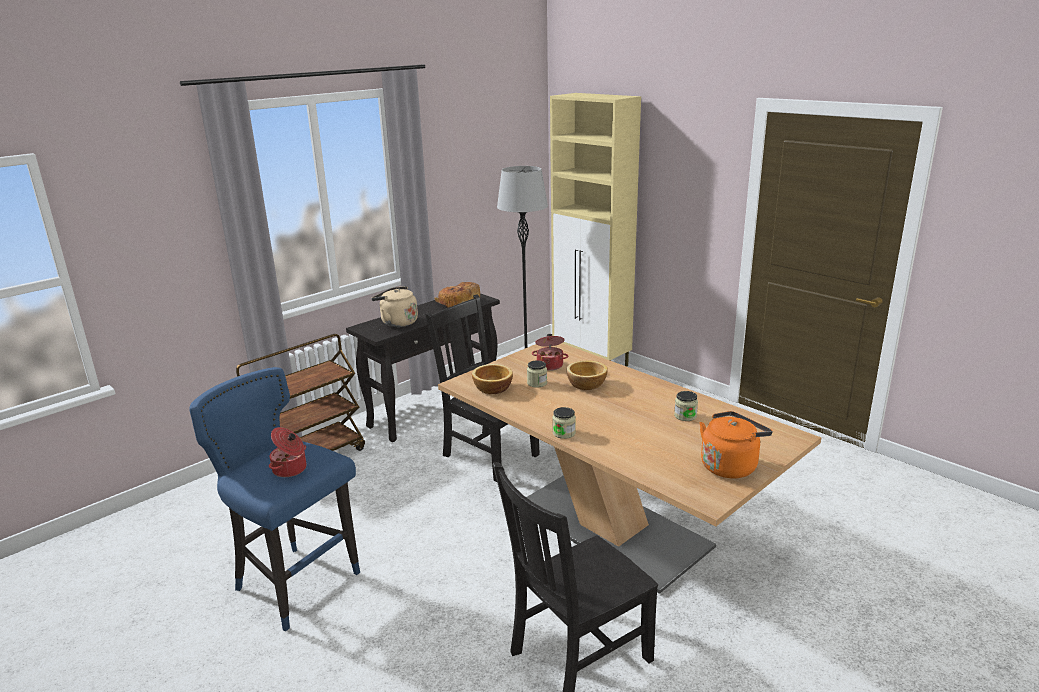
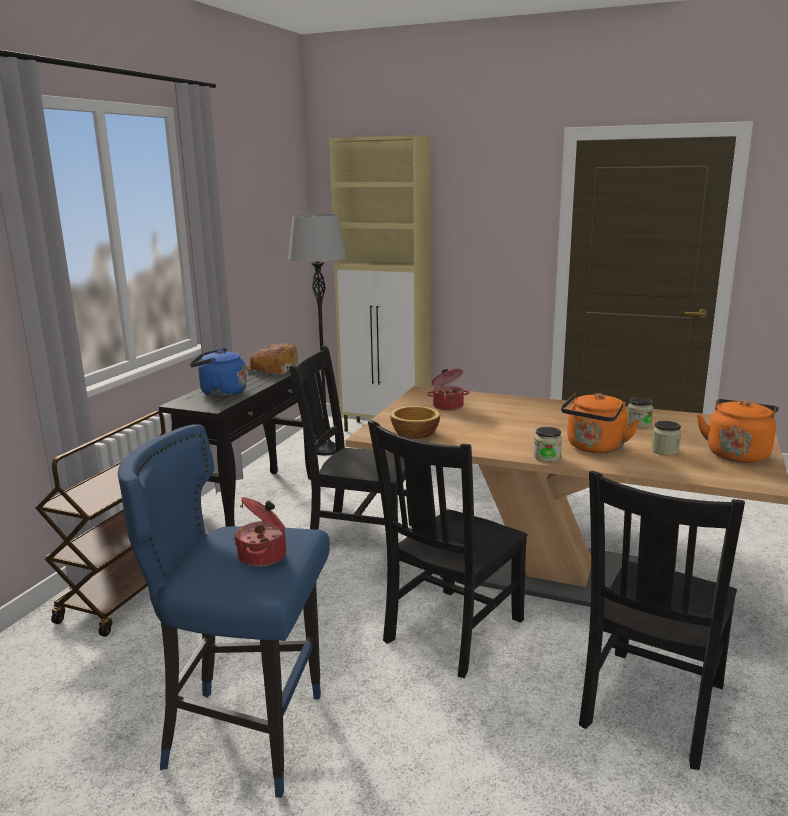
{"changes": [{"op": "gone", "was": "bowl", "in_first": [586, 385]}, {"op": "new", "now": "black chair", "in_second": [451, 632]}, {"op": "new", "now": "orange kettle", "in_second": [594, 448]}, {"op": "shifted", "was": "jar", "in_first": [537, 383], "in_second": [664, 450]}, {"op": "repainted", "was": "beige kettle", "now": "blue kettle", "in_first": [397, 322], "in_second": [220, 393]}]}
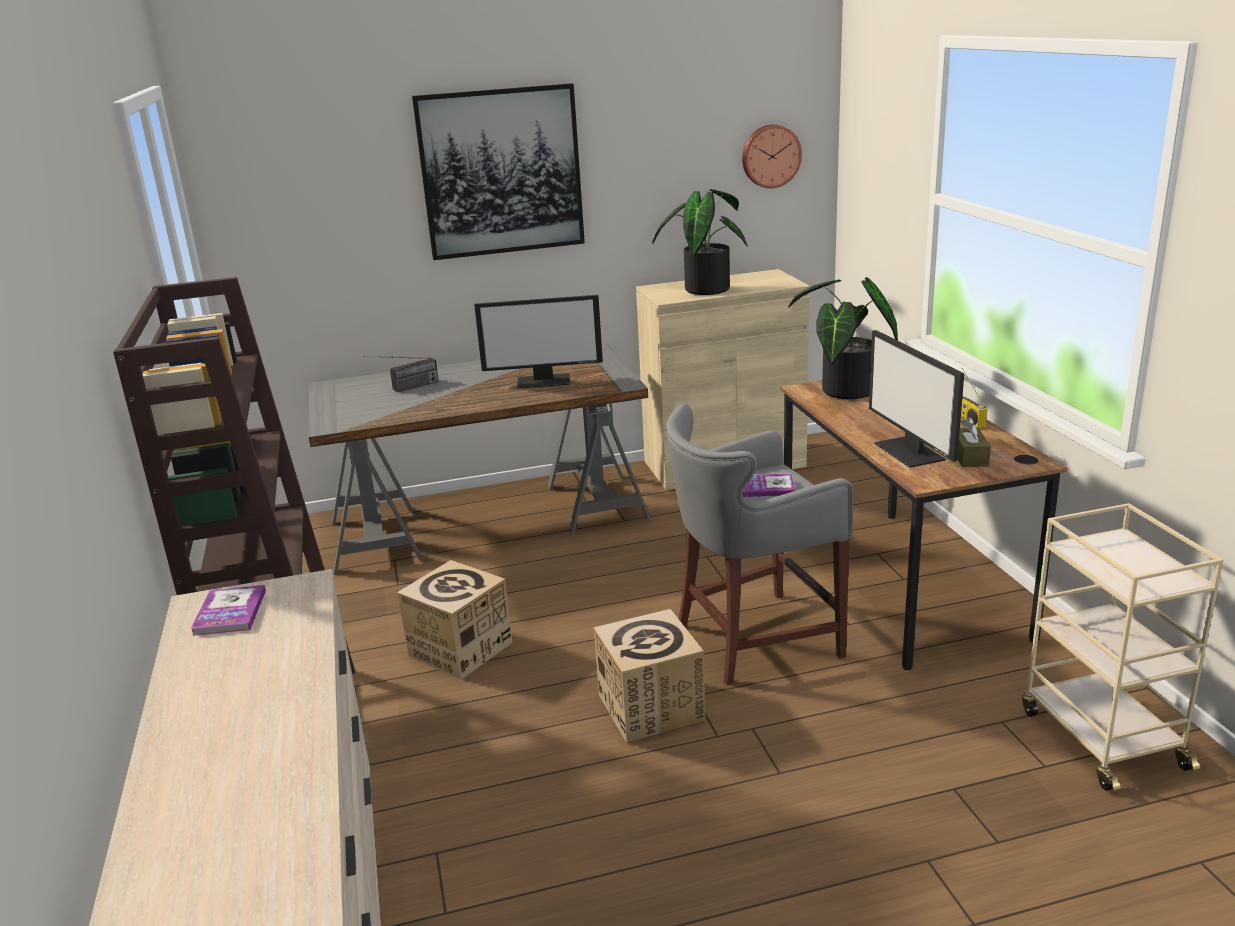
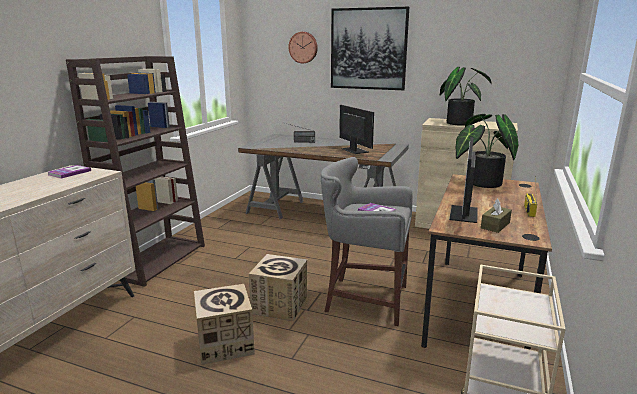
{"changes": [{"op": "shifted", "was": "cardboard box", "in_first": [460, 649], "in_second": [225, 343]}, {"op": "shifted", "was": "wall clock", "in_first": [770, 156], "in_second": [303, 47]}, {"op": "rotated", "was": "monitor", "in_first": [544, 380], "in_second": [354, 150], "clockwise": -150}]}
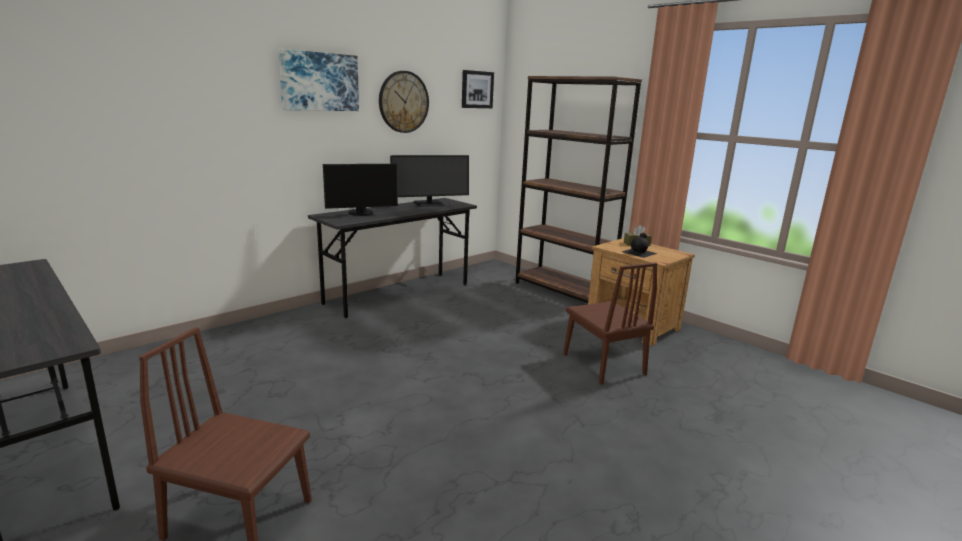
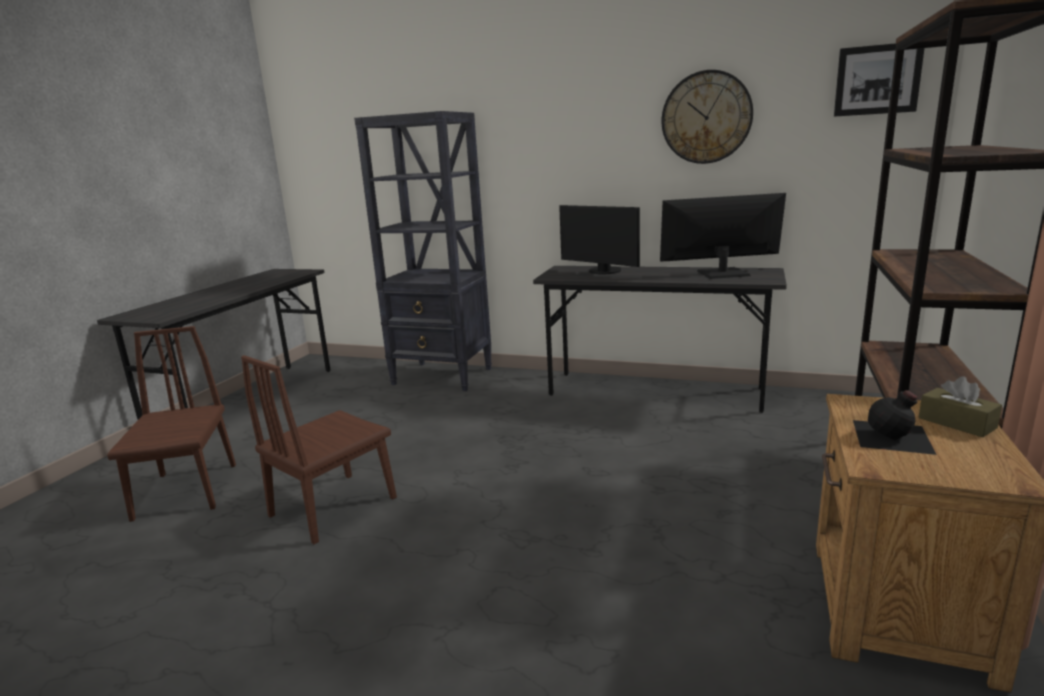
{"changes": [{"op": "gone", "was": "picture", "in_first": [319, 81]}, {"op": "new", "now": "black bookcase", "in_second": [443, 376]}, {"op": "shifted", "was": "brown chair", "in_first": [603, 364], "in_second": [333, 506]}, {"op": "rotated", "was": "monitor", "in_first": [429, 204], "in_second": [722, 273], "clockwise": 135}]}
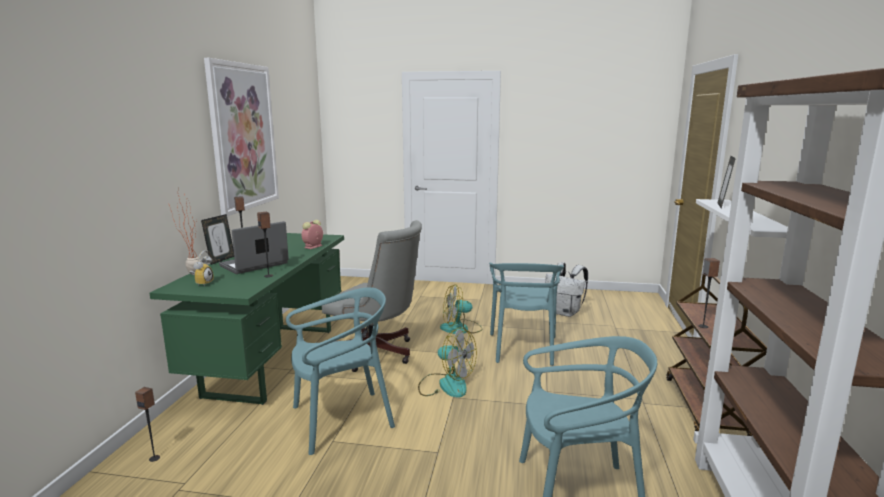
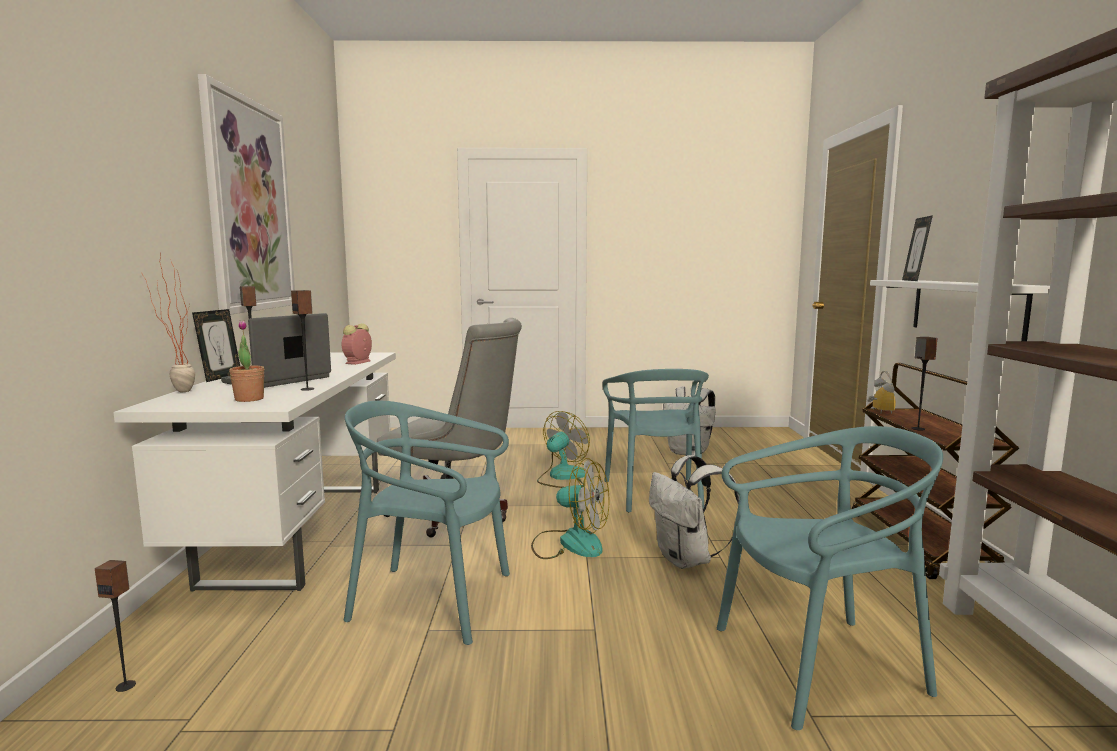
{"changes": [{"op": "new", "now": "potted plant", "in_second": [249, 399]}, {"op": "new", "now": "white backpack", "in_second": [687, 560]}, {"op": "shifted", "was": "alarm clock", "in_first": [202, 283], "in_second": [878, 411]}, {"op": "repainted", "was": "green desk", "now": "white desk", "in_first": [273, 359], "in_second": [300, 531]}, {"op": "rotated", "was": "turquoise chair", "in_first": [341, 420], "in_second": [432, 600], "clockwise": -135}, {"op": "rotated", "was": "fan", "in_first": [461, 329], "in_second": [562, 477], "clockwise": 150}]}
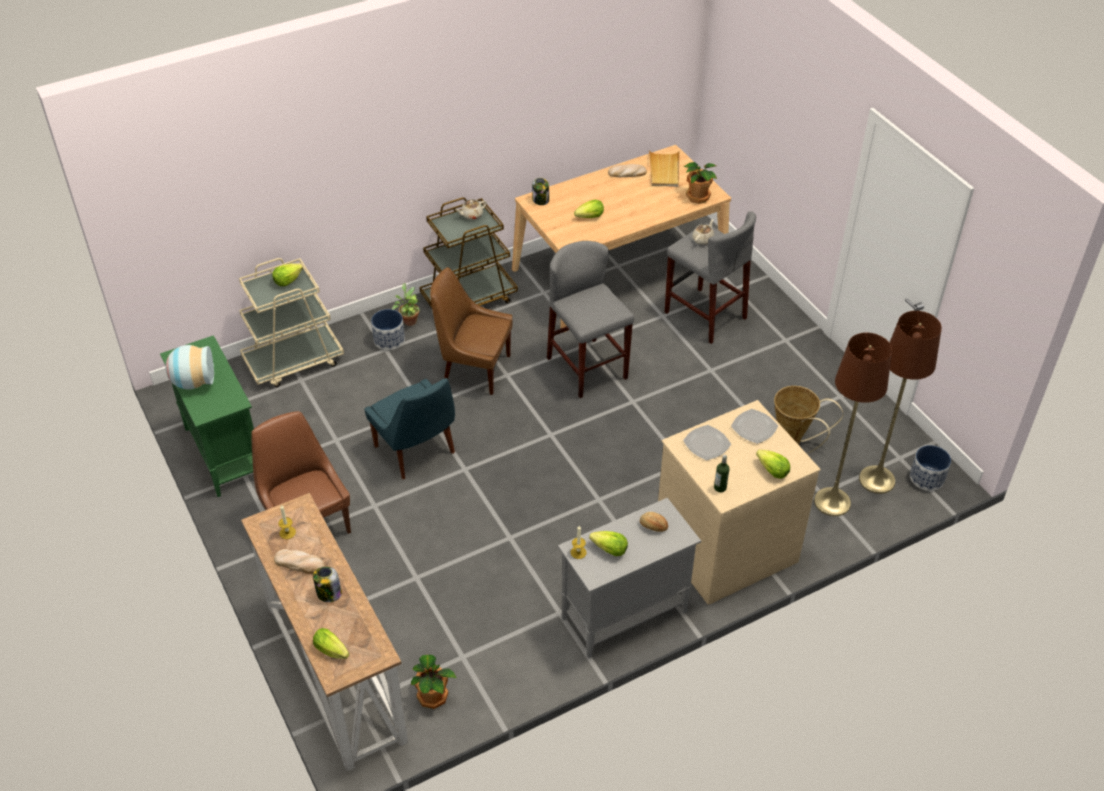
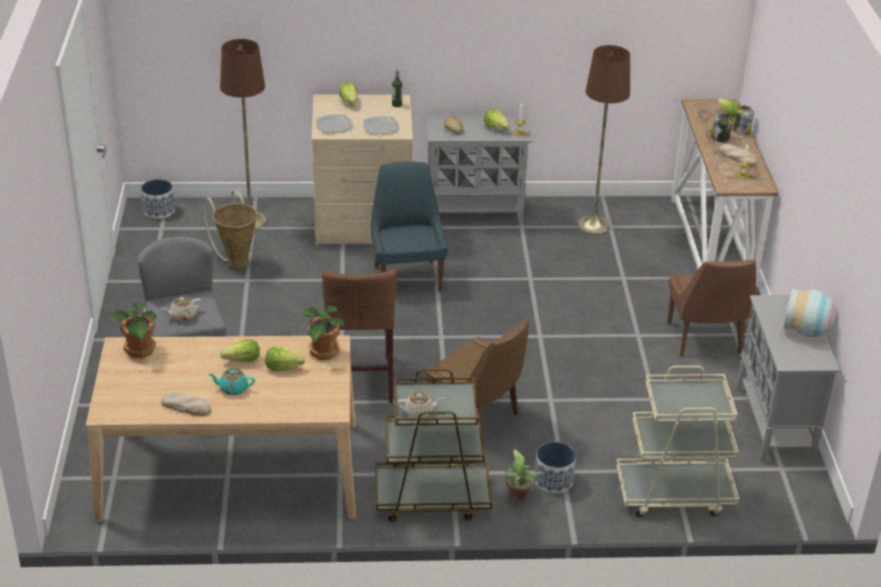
{"changes": [{"op": "gone", "was": "beige tray", "in_first": [664, 170]}, {"op": "new", "now": "turquoise teapot", "in_second": [233, 389]}, {"op": "shifted", "was": "lettuce", "in_first": [287, 281], "in_second": [243, 360]}, {"op": "shifted", "was": "blue chair", "in_first": [416, 451], "in_second": [407, 277]}, {"op": "shifted", "was": "potted plant", "in_first": [433, 696], "in_second": [323, 352]}, {"op": "shifted", "was": "jar", "in_first": [541, 200], "in_second": [741, 131]}, {"op": "shifted", "was": "brown floor lamp", "in_first": [877, 479], "in_second": [593, 225]}, {"op": "repainted", "was": "green cabinet", "now": "grey cabinet", "in_first": [223, 453], "in_second": [775, 424]}, {"op": "repainted", "was": "grey stool", "now": "brown stool", "in_first": [587, 368], "in_second": [359, 379]}]}
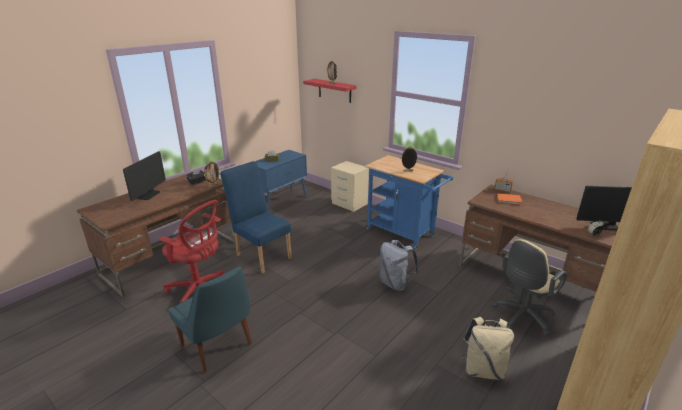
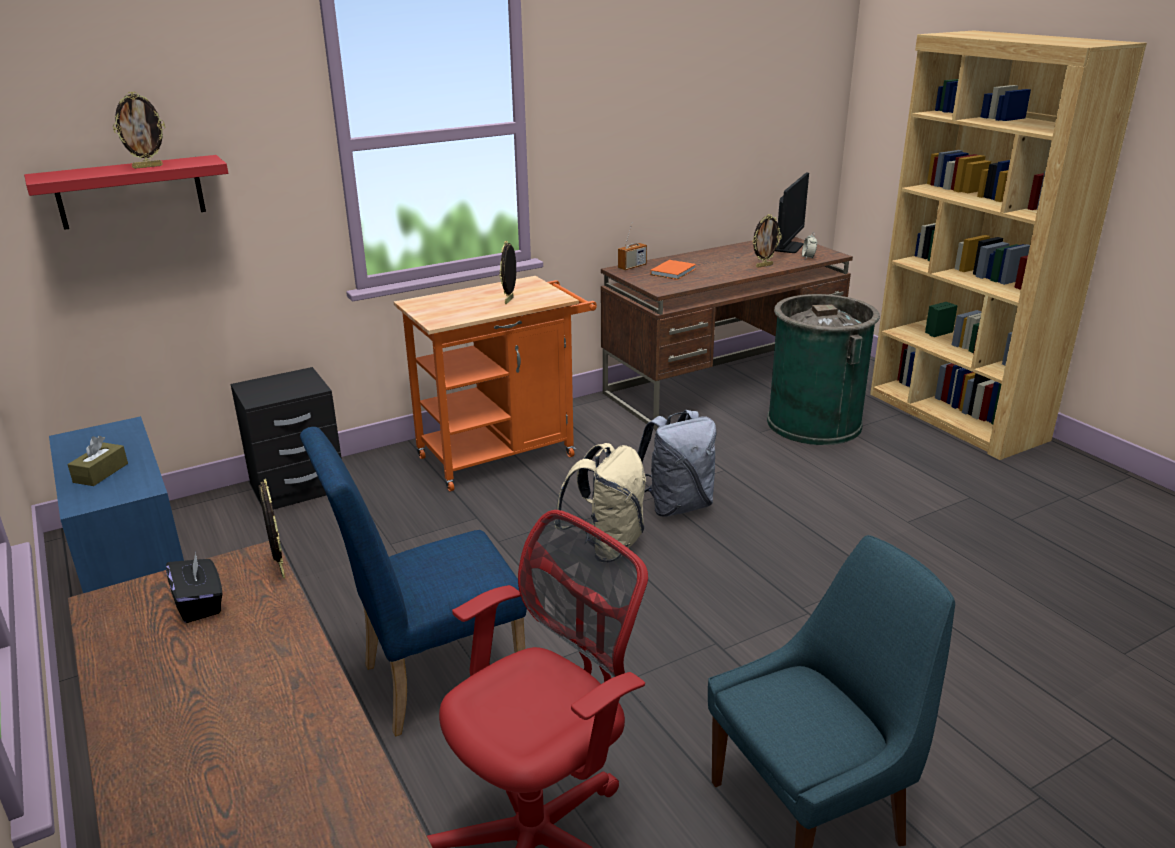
{"changes": [{"op": "gone", "was": "monitor", "in_first": [148, 195]}, {"op": "new", "now": "picture frame", "in_second": [764, 266]}, {"op": "shifted", "was": "beige backpack", "in_first": [483, 369], "in_second": [606, 546]}, {"op": "swapped", "was": "beige office chair", "now": "green trash can", "in_first": [521, 317], "in_second": [814, 423]}, {"op": "repainted", "was": "beige nightstand", "now": "black nightstand", "in_first": [349, 203], "in_second": [297, 487]}, {"op": "repainted", "was": "blue cart", "now": "orange cart", "in_first": [403, 234], "in_second": [505, 453]}]}
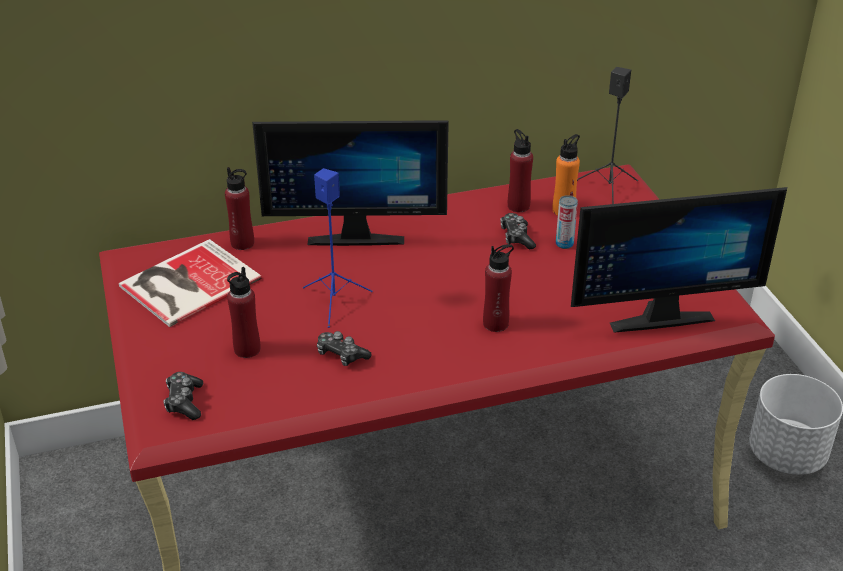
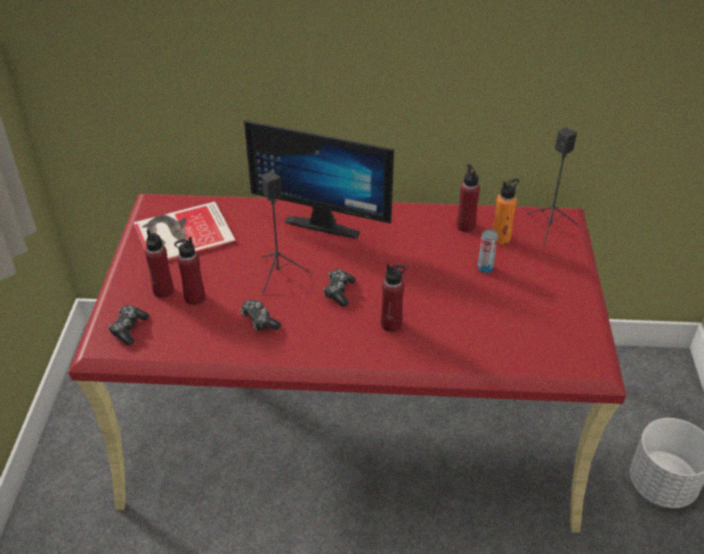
{"changes": [{"op": "gone", "was": "monitor", "in_first": [657, 314]}, {"op": "shifted", "was": "red bottle", "in_first": [242, 243], "in_second": [163, 291]}, {"op": "shifted", "was": "game controller", "in_first": [516, 237], "in_second": [339, 291]}, {"op": "repainted", "was": "blue speaker", "now": "black speaker", "in_first": [335, 301], "in_second": [279, 274]}]}
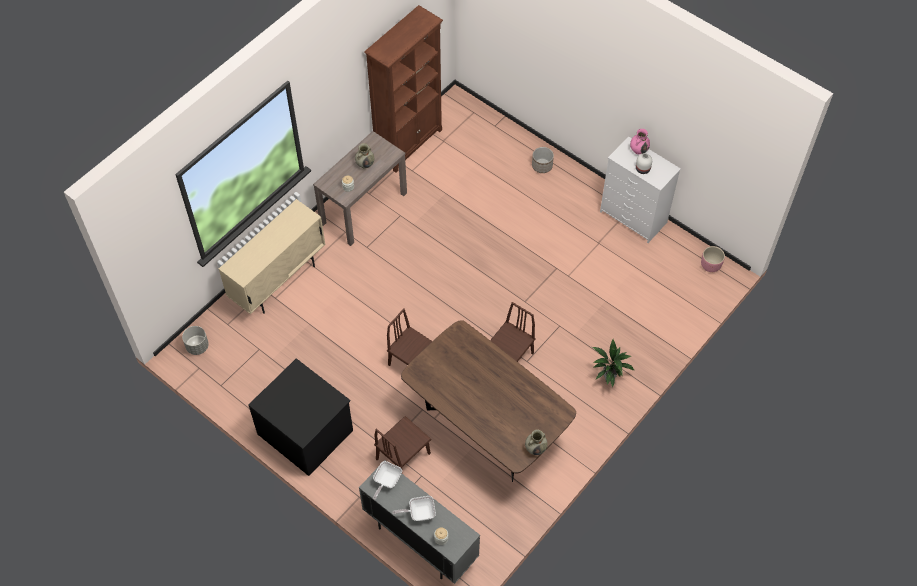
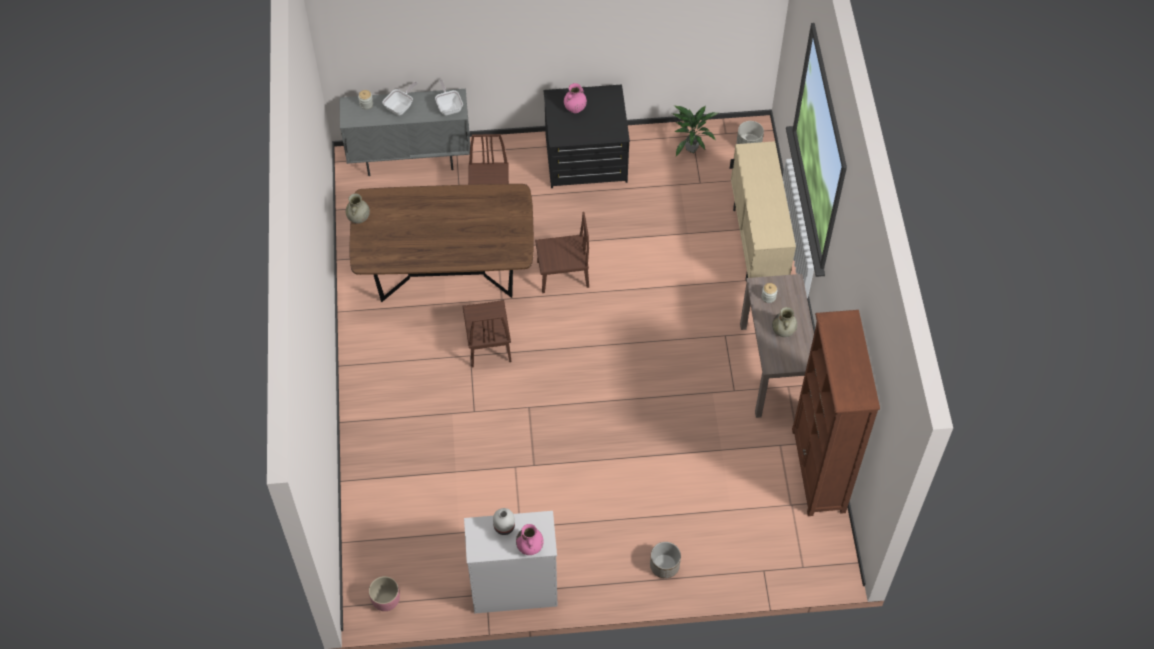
{"changes": [{"op": "new", "now": "pink vase", "in_second": [575, 108]}, {"op": "shifted", "was": "potted plant", "in_first": [608, 378], "in_second": [691, 148]}]}
